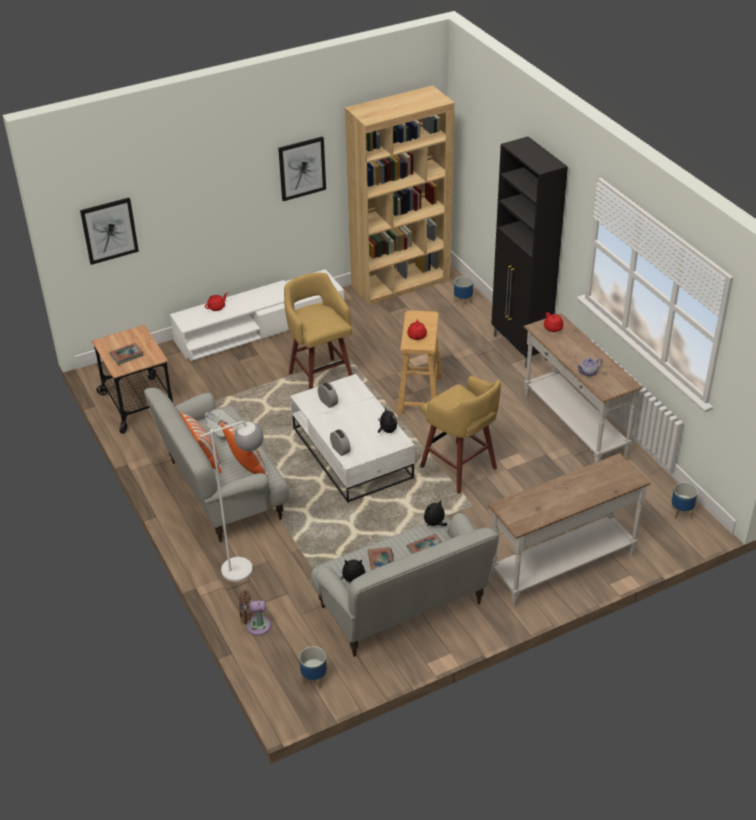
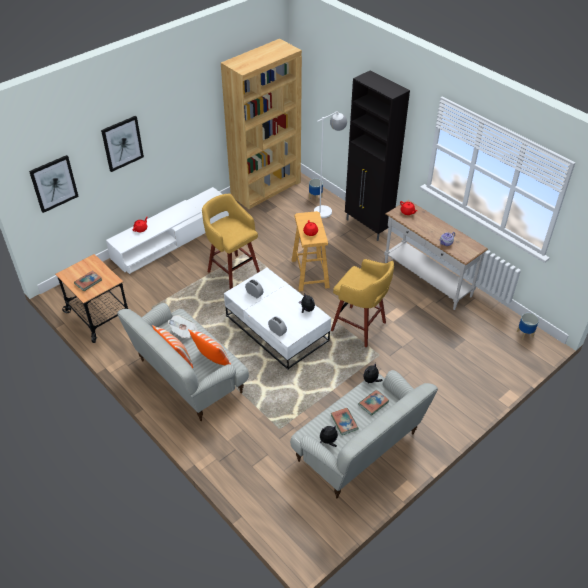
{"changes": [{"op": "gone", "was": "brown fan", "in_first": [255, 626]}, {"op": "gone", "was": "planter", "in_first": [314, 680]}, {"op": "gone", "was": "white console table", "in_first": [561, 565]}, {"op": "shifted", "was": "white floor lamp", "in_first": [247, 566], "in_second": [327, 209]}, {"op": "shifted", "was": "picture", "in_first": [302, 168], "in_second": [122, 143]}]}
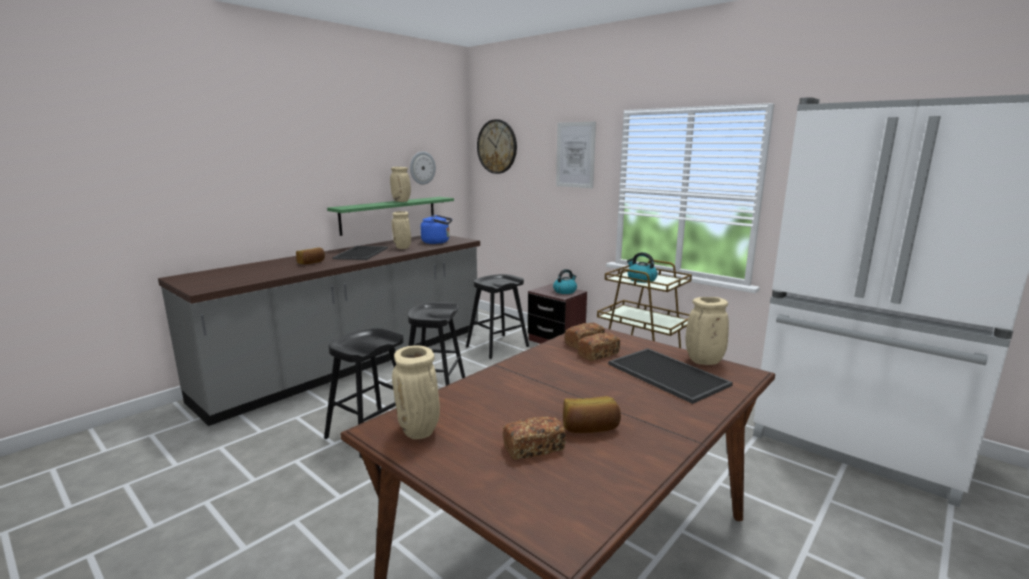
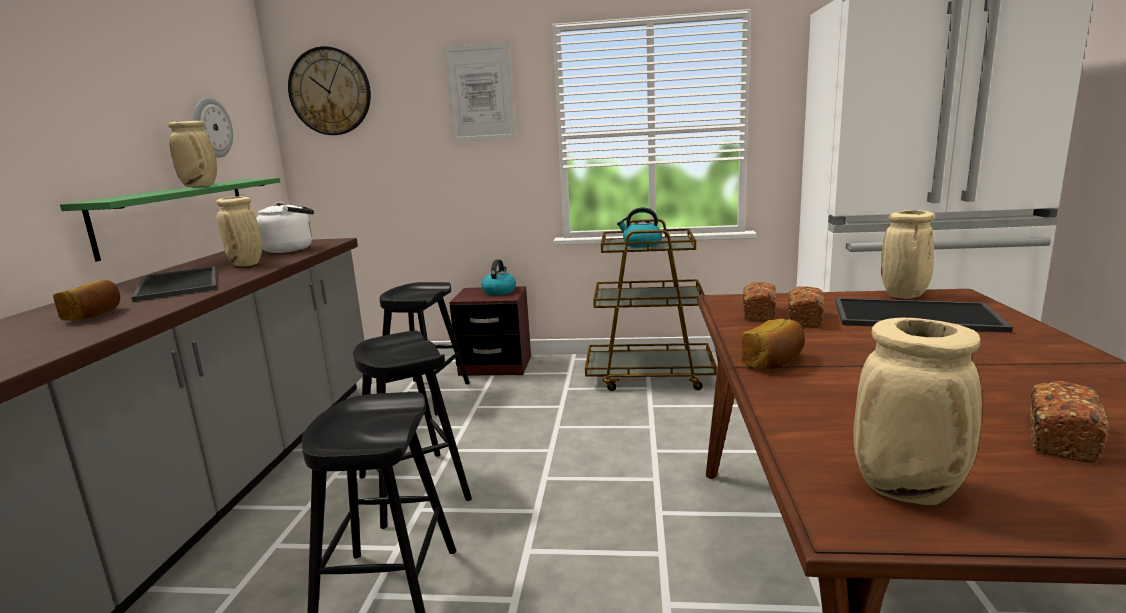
{"changes": [{"op": "shifted", "was": "bread", "in_first": [590, 428], "in_second": [774, 362]}, {"op": "repainted", "was": "blue kettle", "now": "white kettle", "in_first": [437, 242], "in_second": [291, 249]}]}
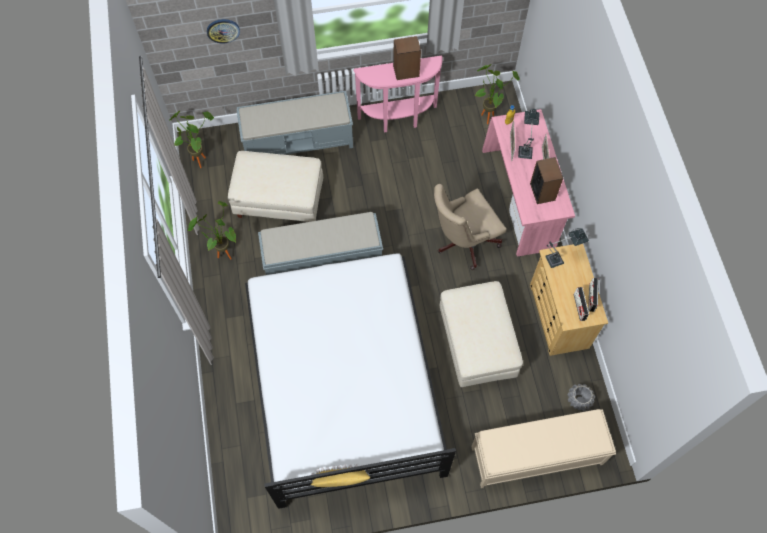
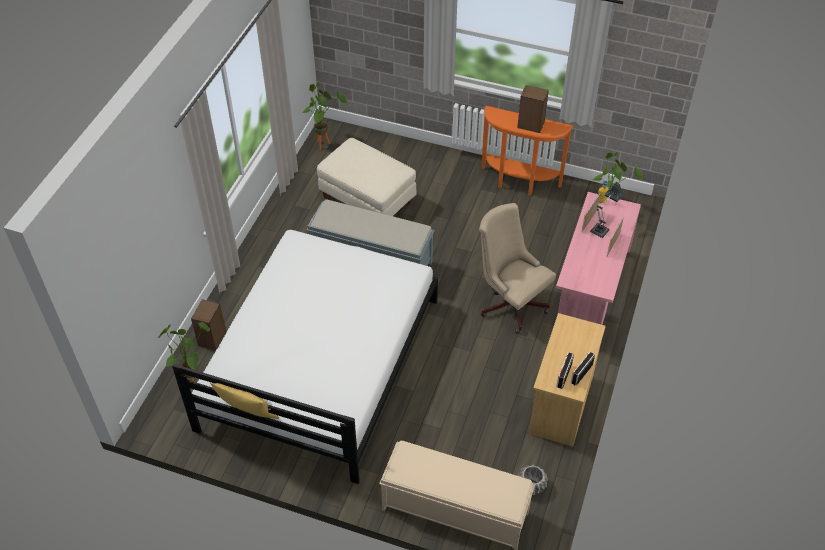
{"changes": [{"op": "gone", "was": "wall clock", "in_first": [223, 30]}, {"op": "gone", "was": "grey bench", "in_first": [299, 141]}, {"op": "gone", "was": "beige ottoman", "in_first": [477, 344]}, {"op": "gone", "was": "table lamp", "in_first": [558, 258]}, {"op": "shifted", "was": "potted plant", "in_first": [223, 252], "in_second": [193, 381]}, {"op": "shifted", "was": "speaker", "in_first": [542, 191], "in_second": [212, 338]}, {"op": "repainted", "was": "pink console table", "now": "orange console table", "in_first": [399, 120], "in_second": [518, 183]}, {"op": "rotated", "was": "beige office chair", "in_first": [463, 242], "in_second": [510, 302], "clockwise": 45}]}
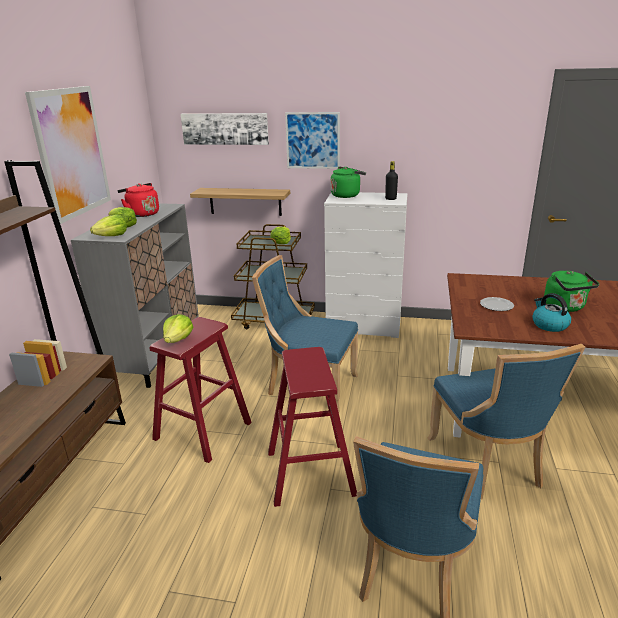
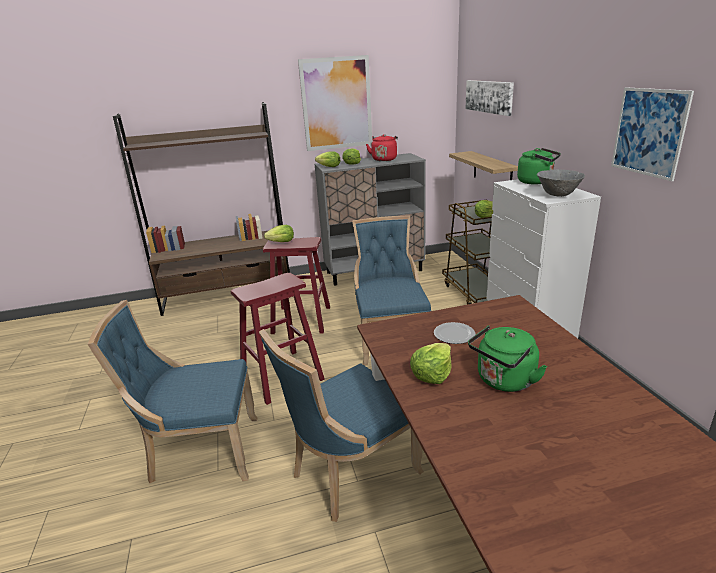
{"changes": [{"op": "shifted", "was": "picture", "in_first": [312, 140], "in_second": [648, 132]}, {"op": "swapped", "was": "black bottle", "now": "grey bowl", "in_first": [390, 199], "in_second": [558, 195]}, {"op": "swapped", "was": "kettle", "now": "lettuce", "in_first": [549, 325], "in_second": [432, 374]}]}
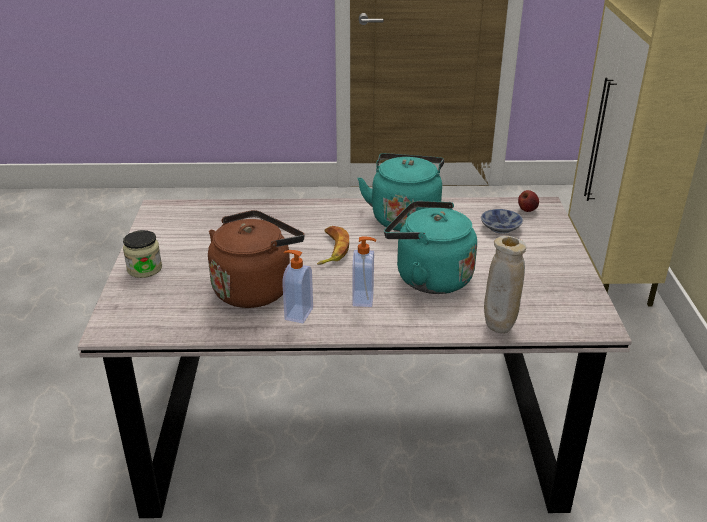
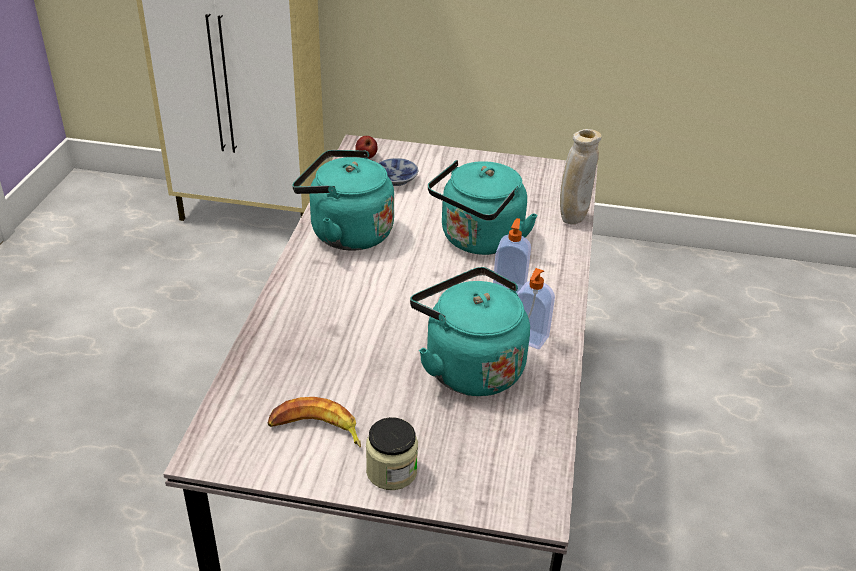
{"changes": [{"op": "shifted", "was": "banana", "in_first": [331, 249], "in_second": [316, 430]}, {"op": "repainted", "was": "brown kettle", "now": "turquoise kettle", "in_first": [255, 288], "in_second": [469, 366]}]}
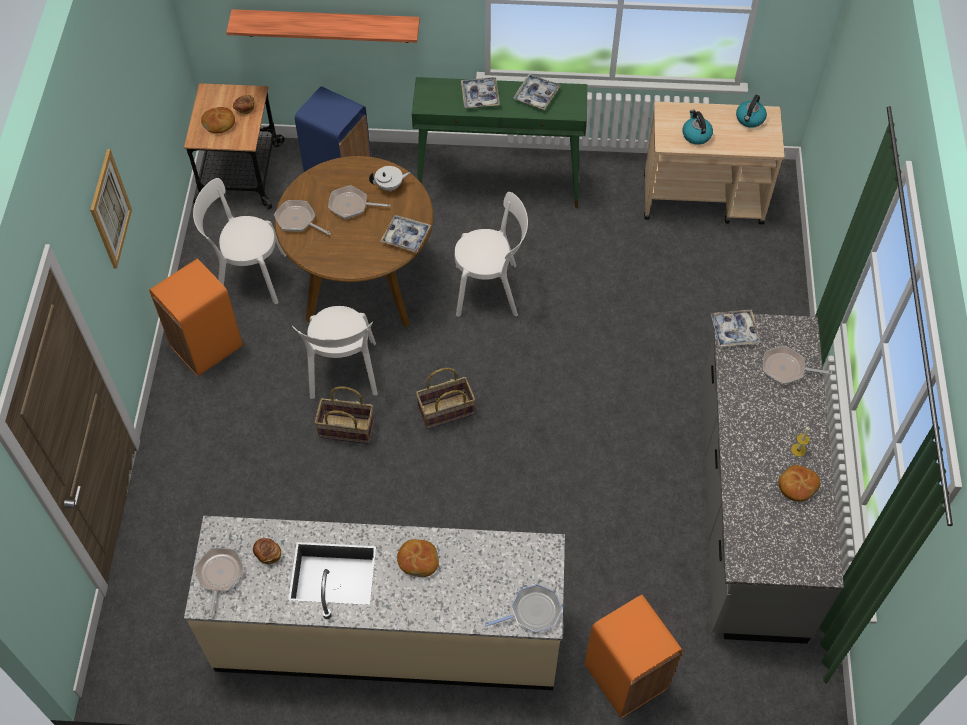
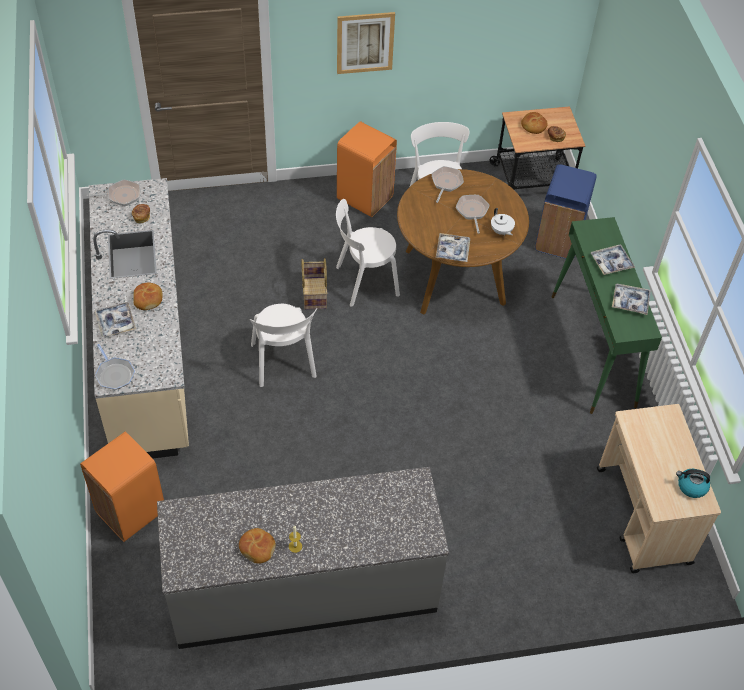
{"changes": [{"op": "gone", "was": "shelf", "in_first": [327, 26]}, {"op": "gone", "was": "basket", "in_first": [446, 412]}, {"op": "gone", "was": "kettle", "in_first": [696, 135]}, {"op": "gone", "was": "frying pan", "in_first": [786, 369]}, {"op": "shifted", "was": "white chair", "in_first": [490, 290], "in_second": [283, 363]}, {"op": "shifted", "was": "tray", "in_first": [734, 331], "in_second": [116, 322]}]}
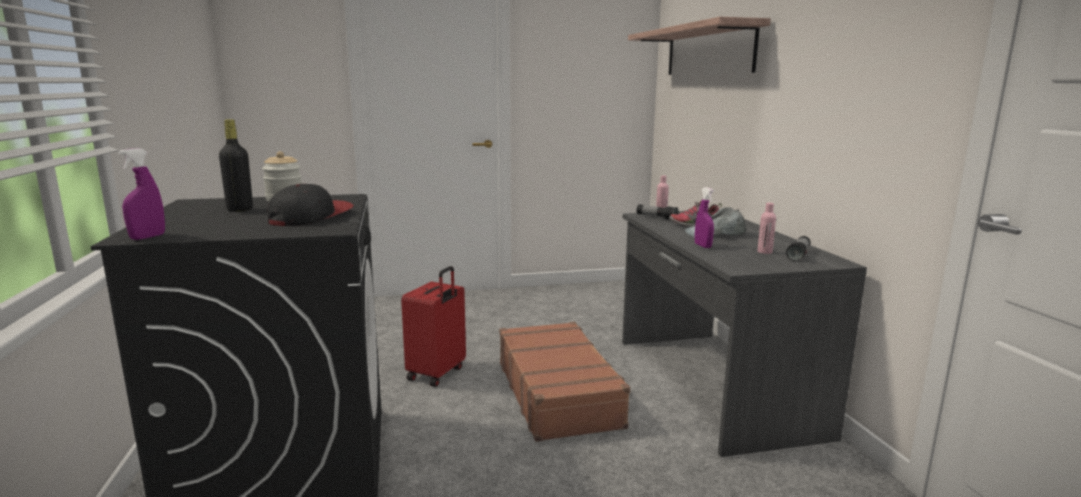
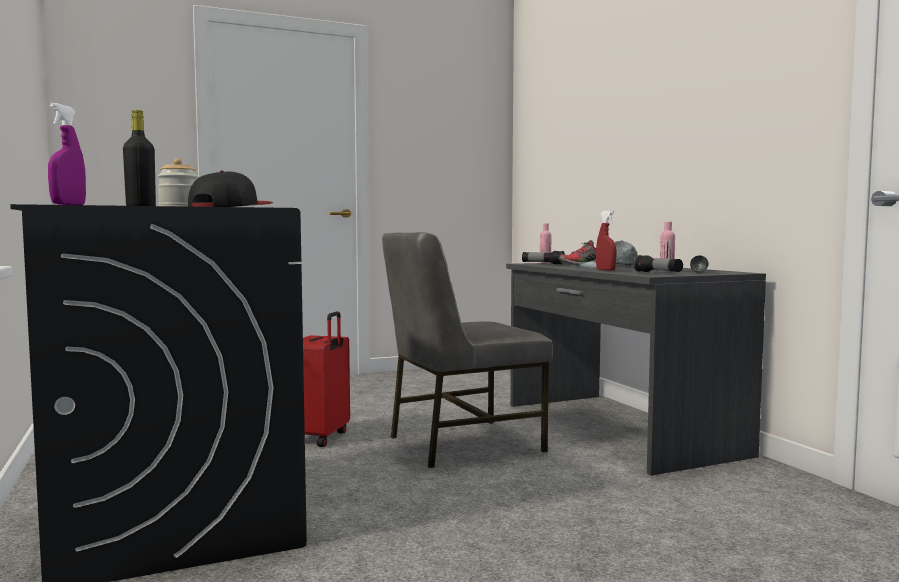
{"changes": [{"op": "gone", "was": "shelf", "in_first": [708, 51]}, {"op": "new", "now": "flashlight", "in_second": [658, 272]}, {"op": "swapped", "was": "brown suitcase", "now": "grey chair", "in_first": [558, 393], "in_second": [462, 443]}, {"op": "repainted", "was": "purple spray bottle", "now": "red spray bottle", "in_first": [703, 246], "in_second": [605, 270]}]}
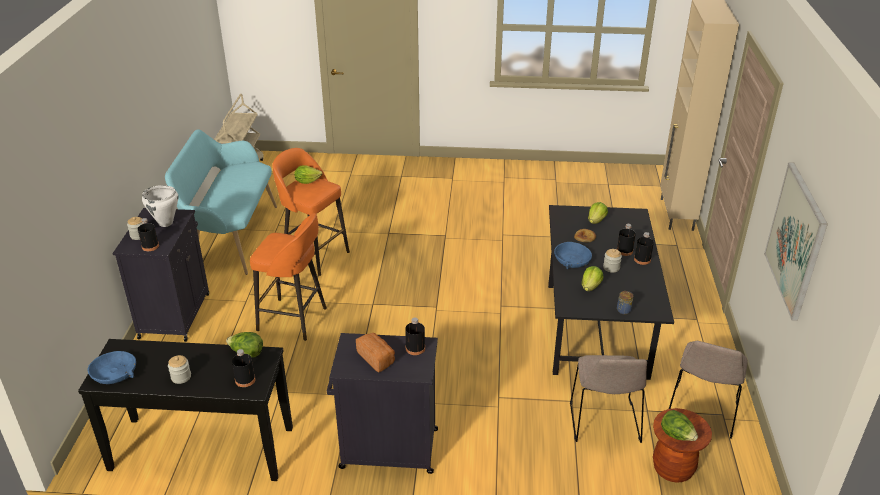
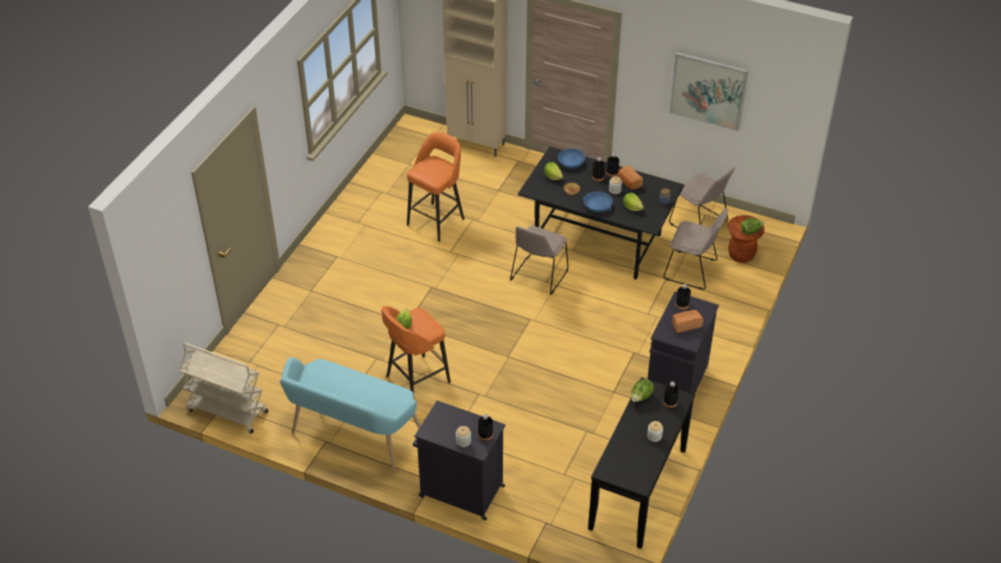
{"changes": [{"op": "gone", "was": "white cooking pot", "in_first": [166, 223]}, {"op": "new", "now": "beige chair", "in_second": [538, 276]}, {"op": "new", "now": "bread", "in_second": [628, 183]}, {"op": "shifted", "was": "blue bowl", "in_first": [115, 373], "in_second": [571, 162]}, {"op": "shifted", "was": "orange stool", "in_first": [294, 320], "in_second": [437, 221]}]}
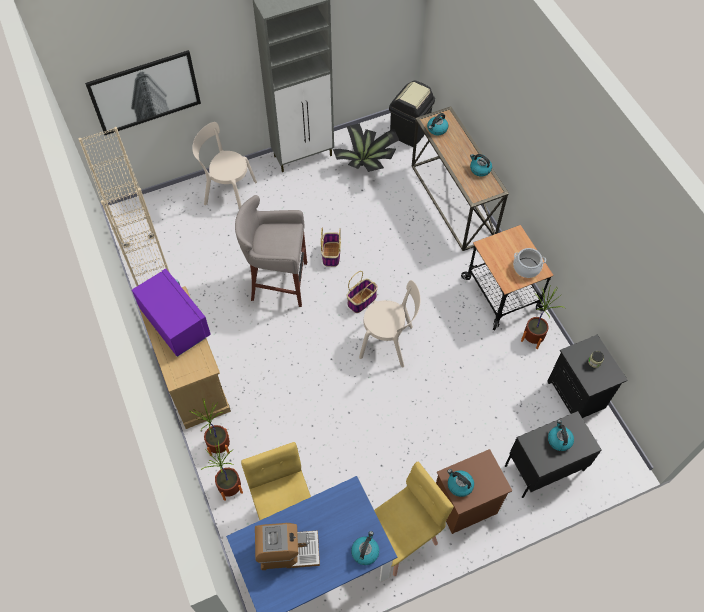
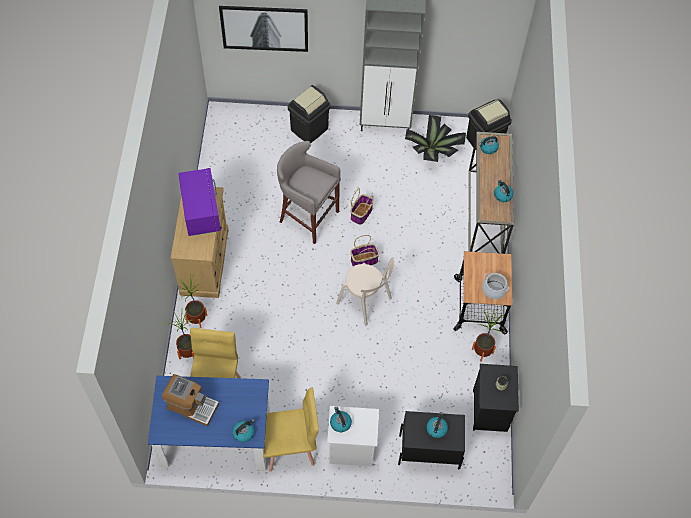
{"changes": [{"op": "gone", "was": "beige bookcase", "in_first": [149, 269]}, {"op": "swapped", "was": "beige chair", "now": "black trash can", "in_first": [228, 192], "in_second": [309, 129]}, {"op": "repainted", "was": "brown nightstand", "now": "white nightstand", "in_first": [464, 506], "in_second": [350, 449]}]}
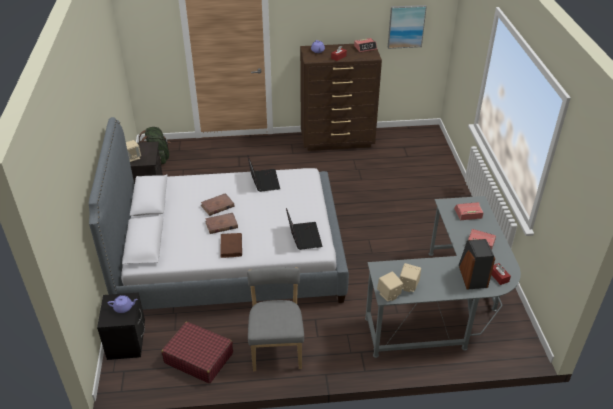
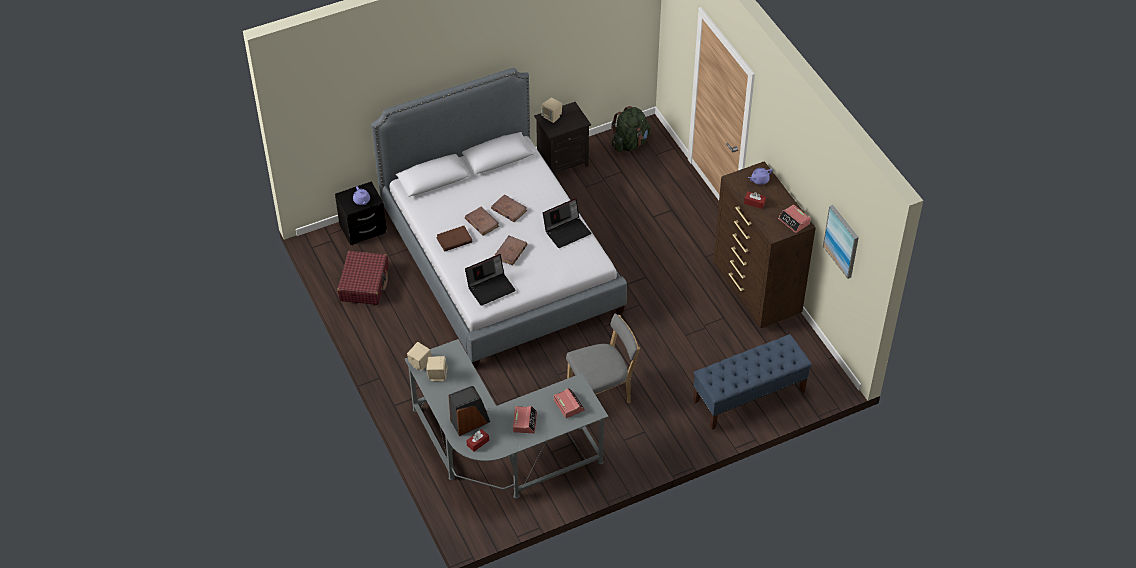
{"changes": [{"op": "new", "now": "brown book", "in_second": [510, 252]}, {"op": "new", "now": "blue bench", "in_second": [748, 397]}, {"op": "shifted", "was": "grey chair", "in_first": [276, 347], "in_second": [602, 393]}]}
